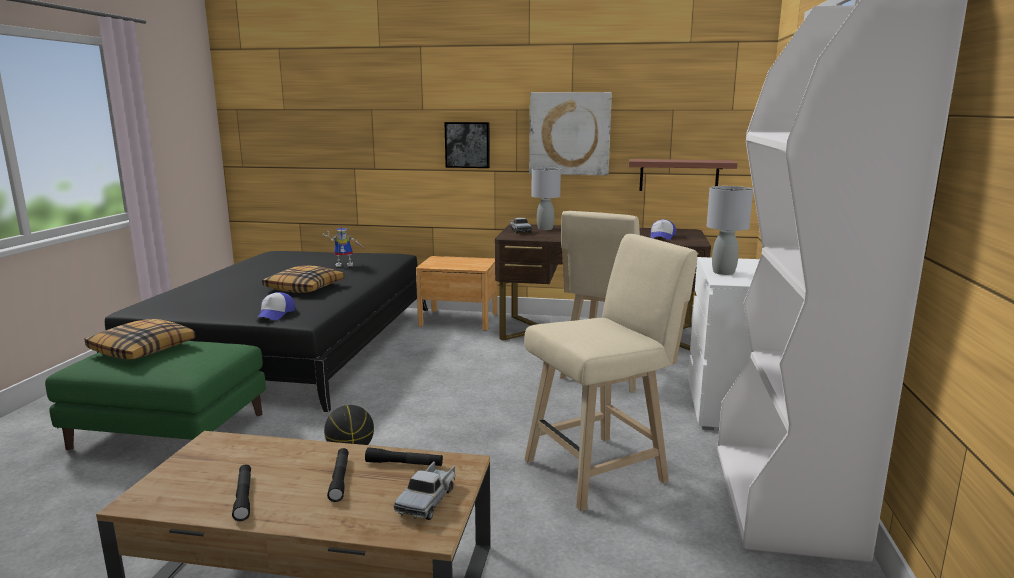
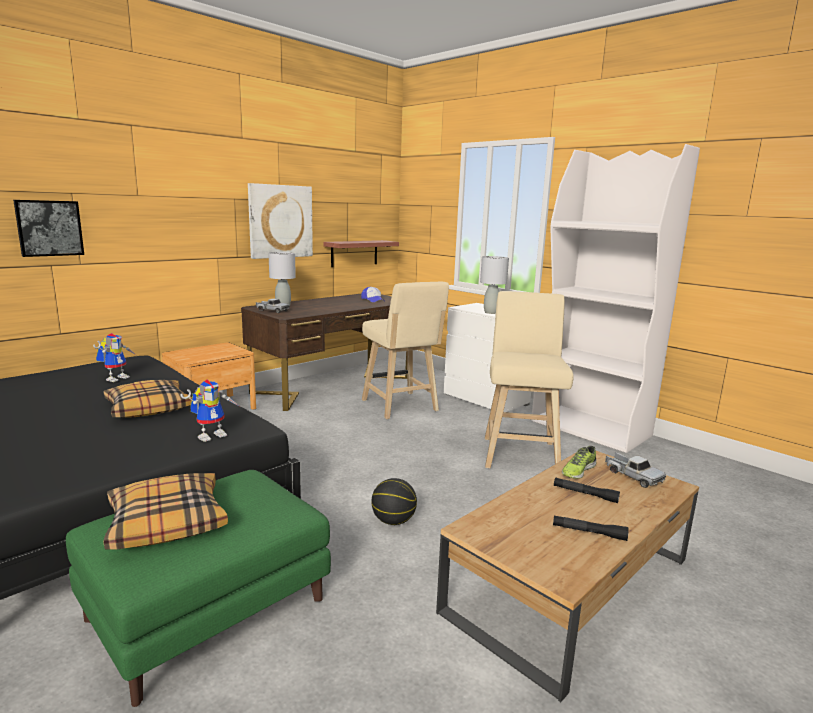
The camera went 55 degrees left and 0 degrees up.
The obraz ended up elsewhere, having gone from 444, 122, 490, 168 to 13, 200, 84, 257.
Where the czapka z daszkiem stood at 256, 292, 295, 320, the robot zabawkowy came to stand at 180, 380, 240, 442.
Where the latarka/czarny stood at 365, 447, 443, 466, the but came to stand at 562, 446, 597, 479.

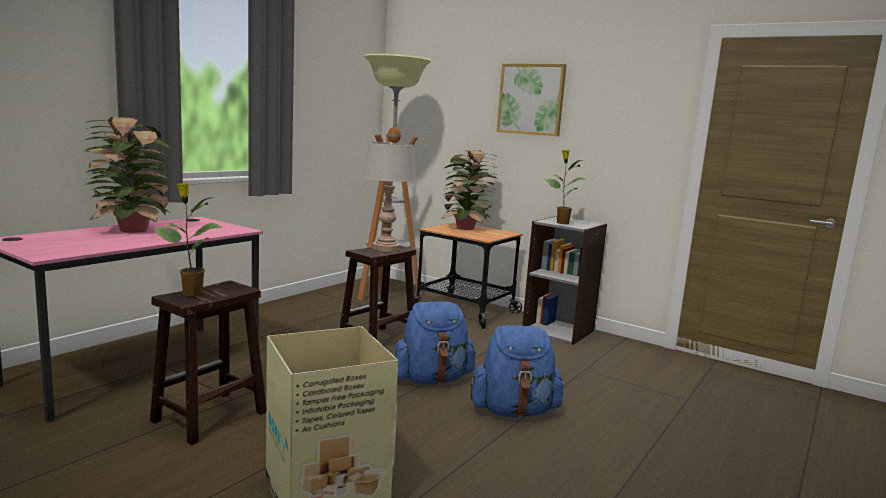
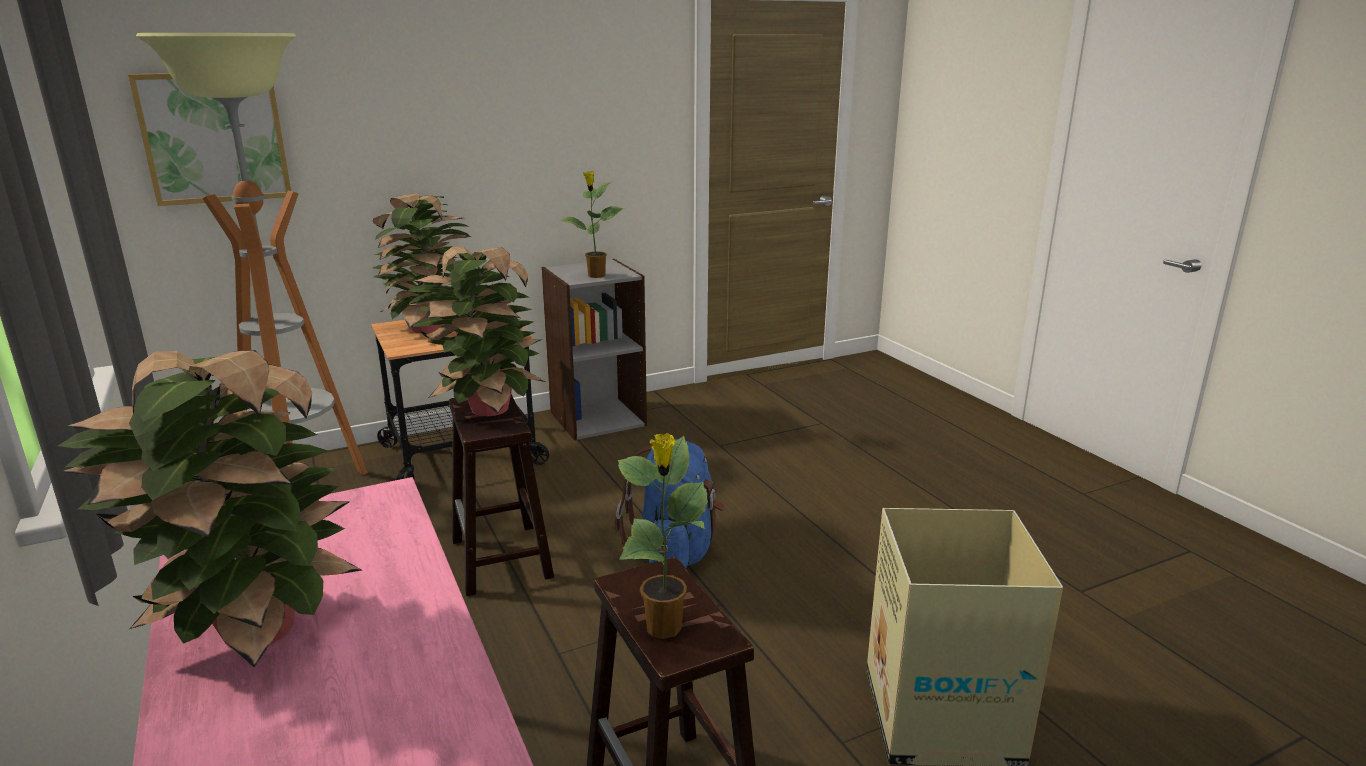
The camera went 60 degrees left and 10 degrees up.
The obraz ended up elsewhere, having gone from 497, 64, 566, 136 to 128, 73, 291, 206.
Where the lampa stołowa/szary stood at 362, 142, 416, 252, the roślina doniczkowa came to stand at 407, 247, 545, 416.
The second view lost the plecak/niebieski at 470, 325, 565, 417.

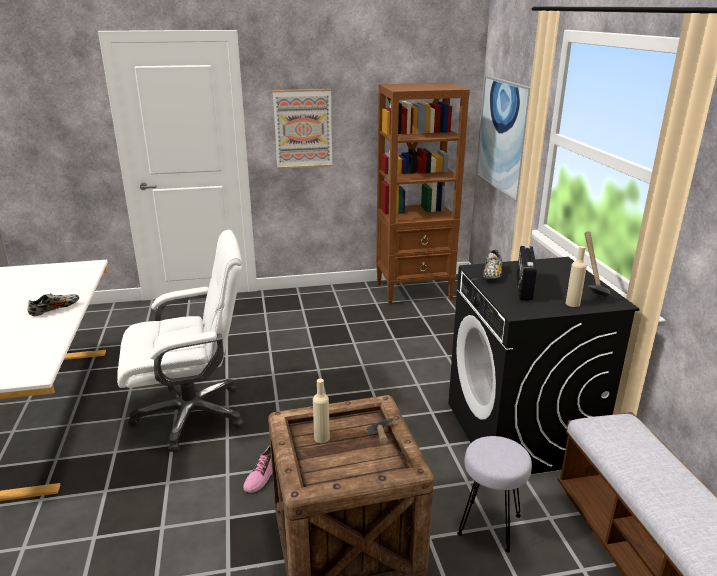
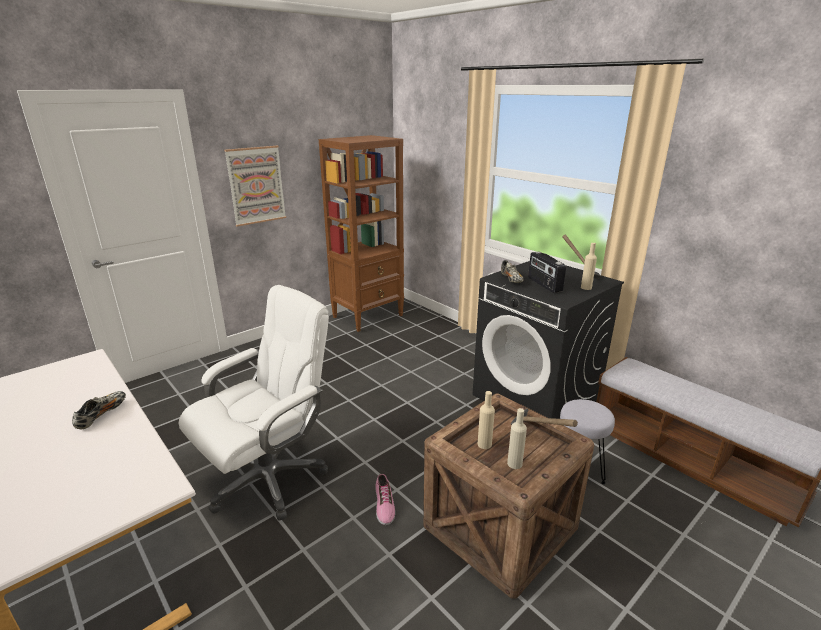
The camera went 30 degrees left and 0 degrees up.
The second view lost the obraz at 477, 76, 530, 202.
The second view gained the butelka/beżowy at 507, 408, 527, 469.

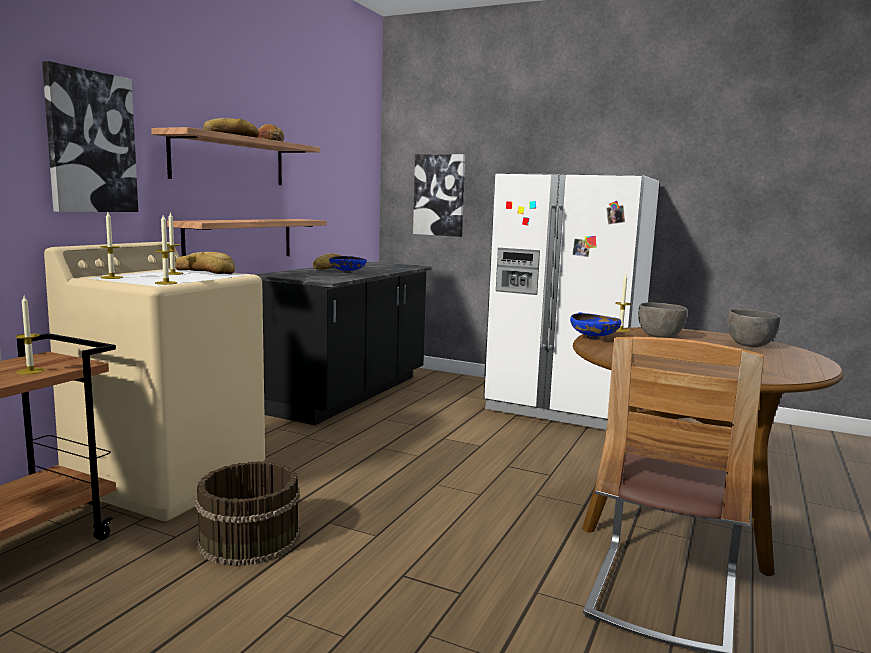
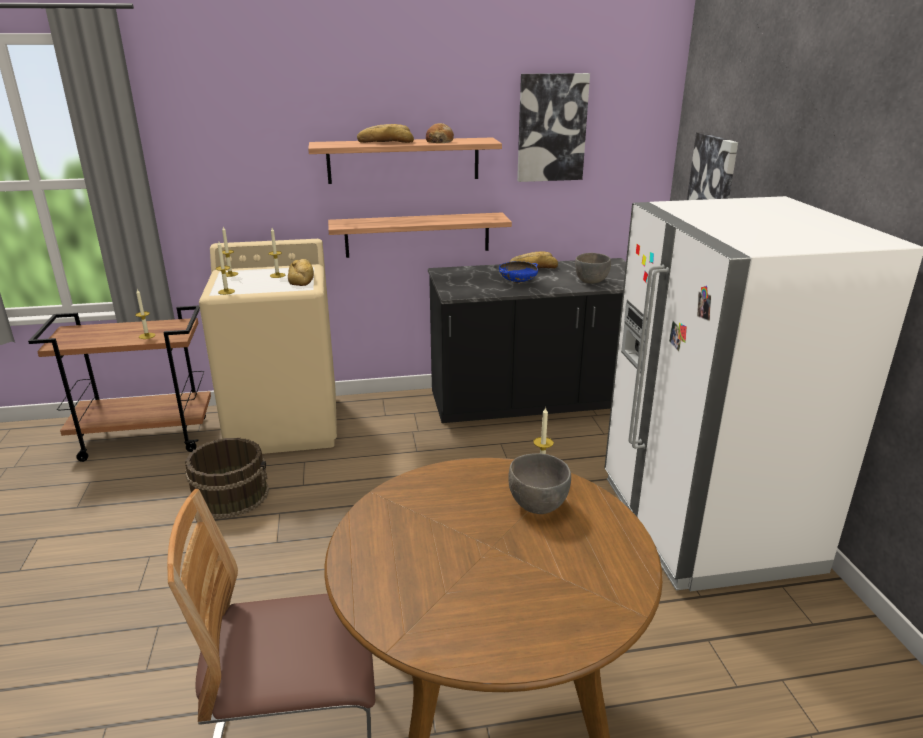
The camera went 55 degrees right and 15 degrees up.
The obraz ended up elsewhere, having gone from 42, 61, 138, 212 to 517, 73, 590, 182.
The miska/szary ended up elsewhere, having gone from 727, 309, 780, 347 to 575, 253, 611, 284.
The second view lost the miska/niebieski at 570, 312, 621, 340.

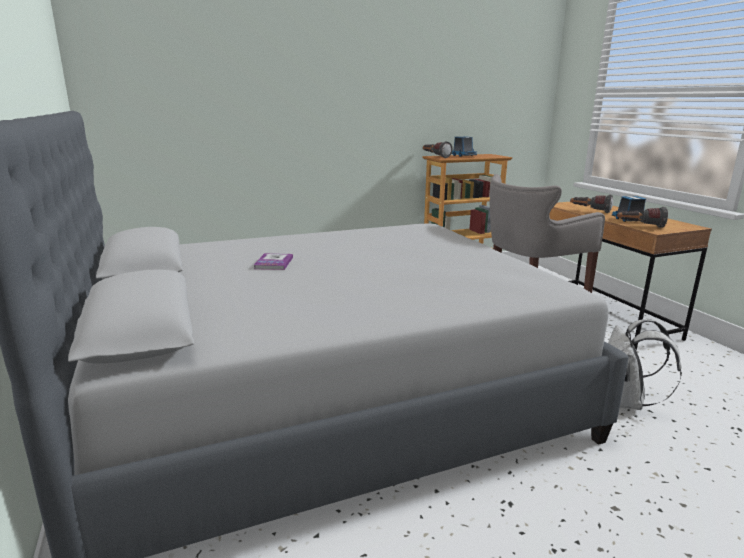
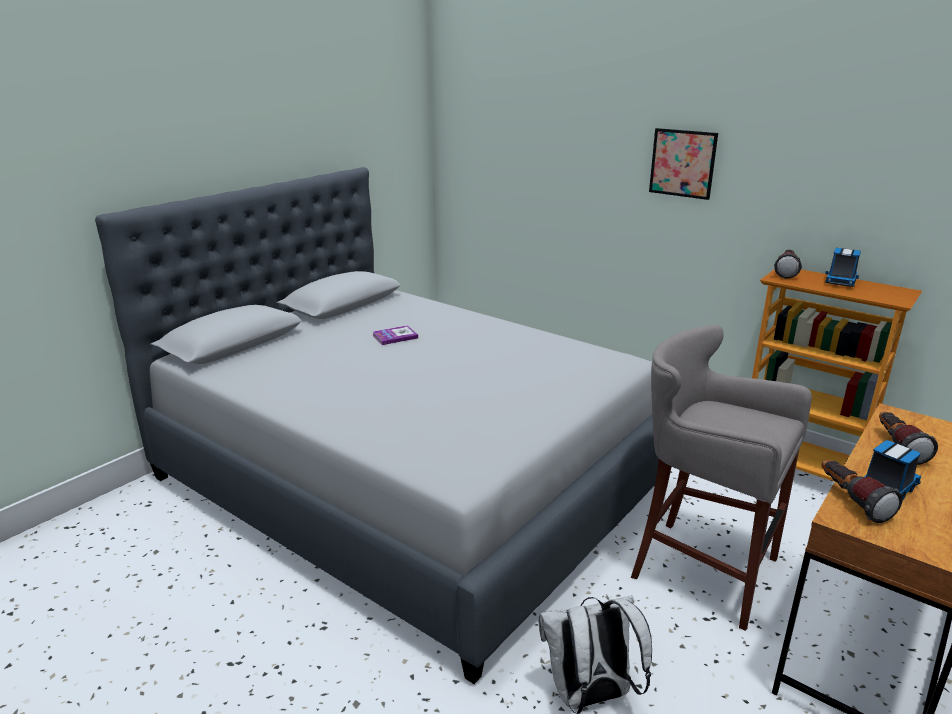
The camera went 60 degrees right and 5 degrees up.
The second view gained the obraz at 649, 128, 718, 200.

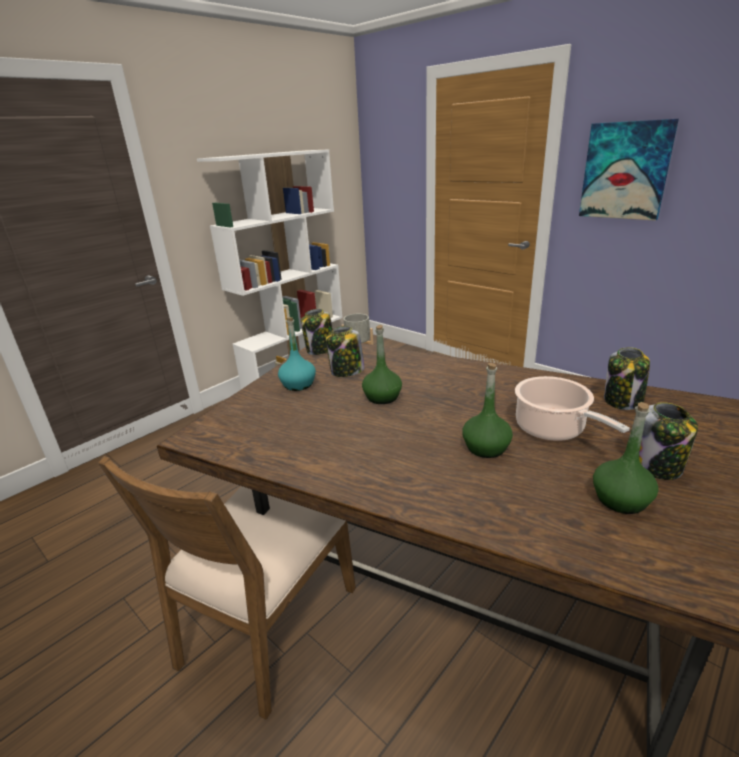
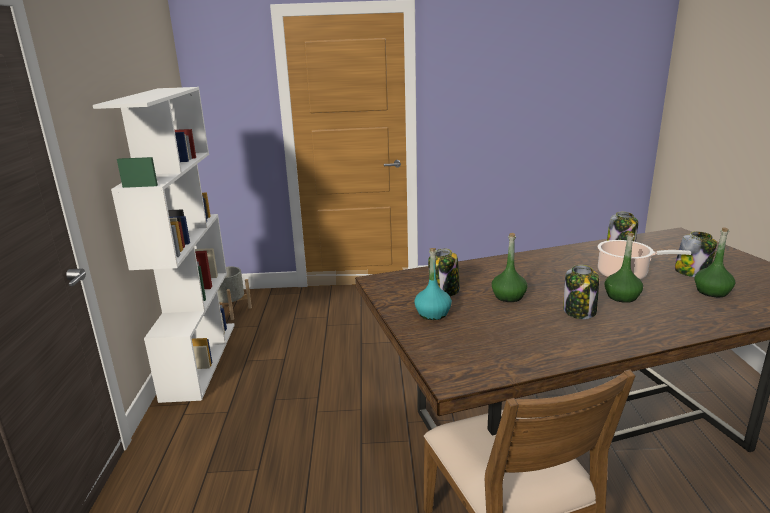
The camera went 45 degrees left and 5 degrees down.
The second view lost the obraz at 579, 119, 679, 221.
The słoik ended up elsewhere, having gone from 301, 309, 333, 355 to 563, 265, 599, 319.

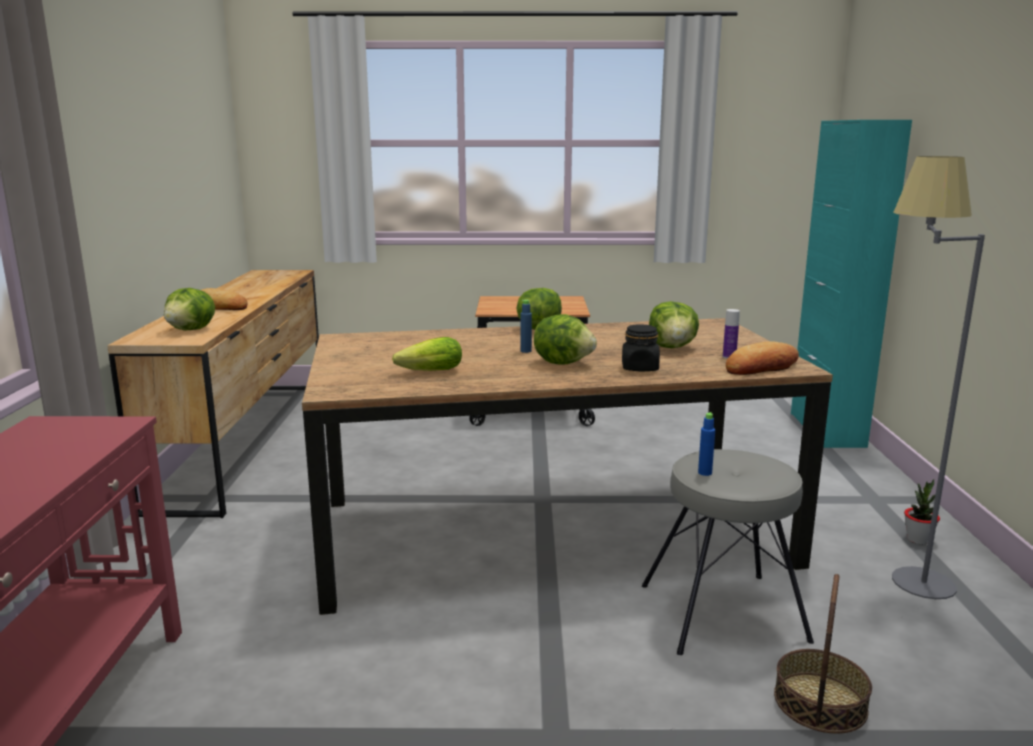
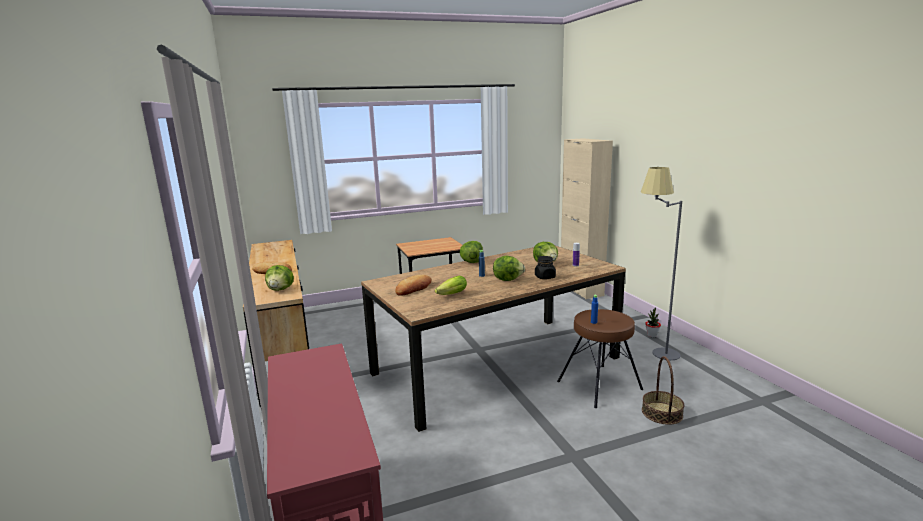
The camera went 20 degrees left and 0 degrees up.
What was the szafka/turkusowy at 791, 120, 912, 448 turned into the szafka/beżowy at 561, 138, 613, 299.
The chleb ended up elsewhere, having gone from 726, 341, 799, 375 to 395, 275, 431, 296.
What was the stołek/szary at 642, 449, 814, 655 turned into the stołek/brązowy at 557, 309, 643, 408.

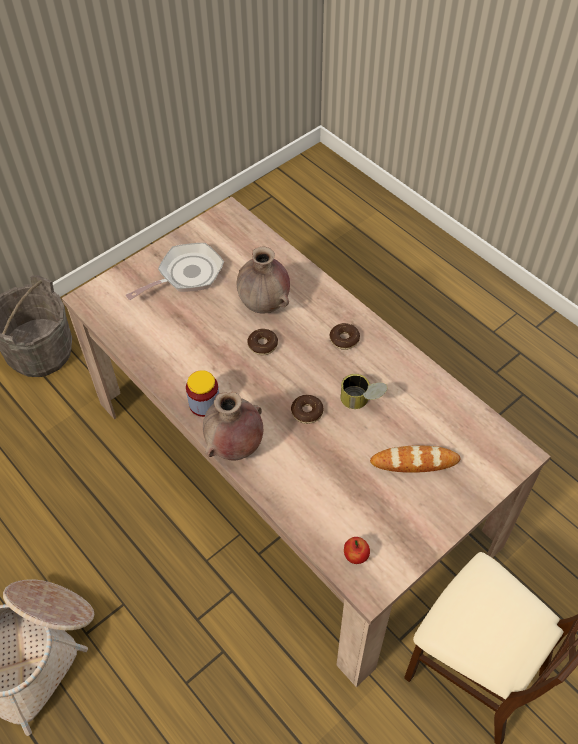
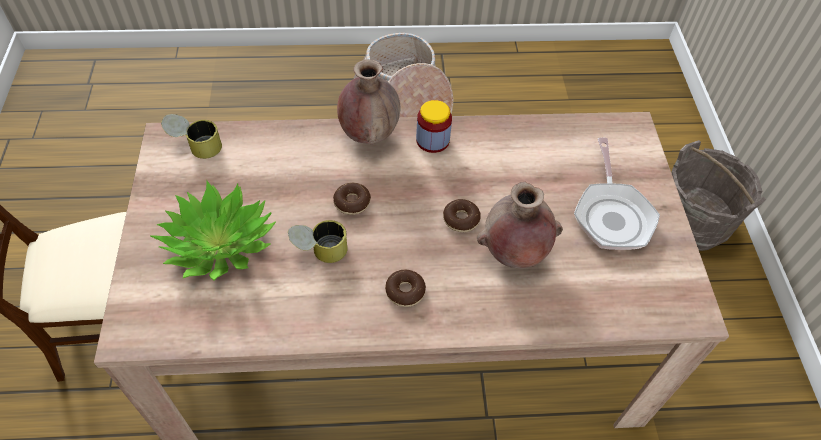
The camera went 125 degrees right and 0 degrees up.
Where the chleb stood at 370, 445, 461, 473, the roślina doniczkowa came to stand at 150, 181, 276, 281.
Where the jabłko stood at 344, 537, 370, 564, the puszka came to stand at 161, 114, 222, 159.

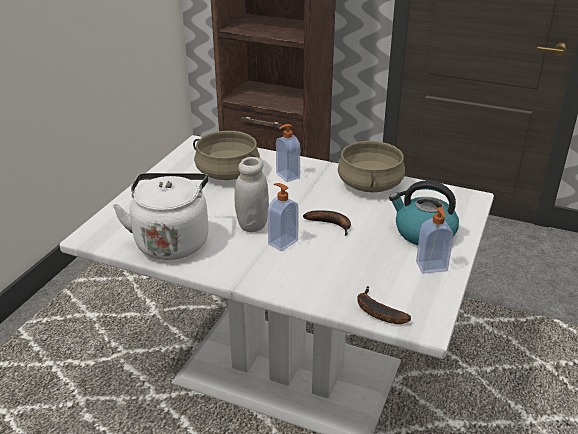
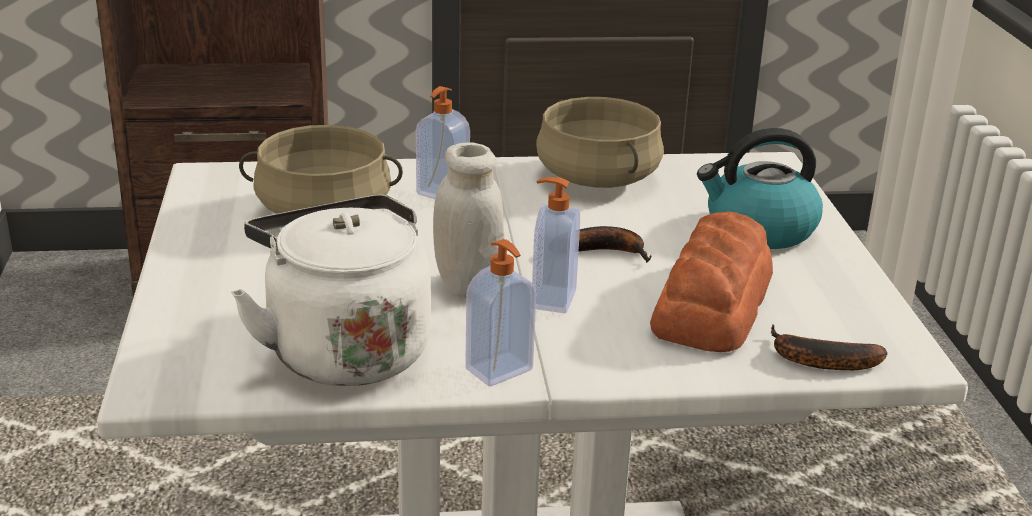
The camera went 30 degrees left and 5 degrees down.
The dozownik mydła ended up elsewhere, having gone from 416, 207, 453, 273 to 465, 239, 536, 386.
The second view gained the chleb at 650, 211, 773, 352.

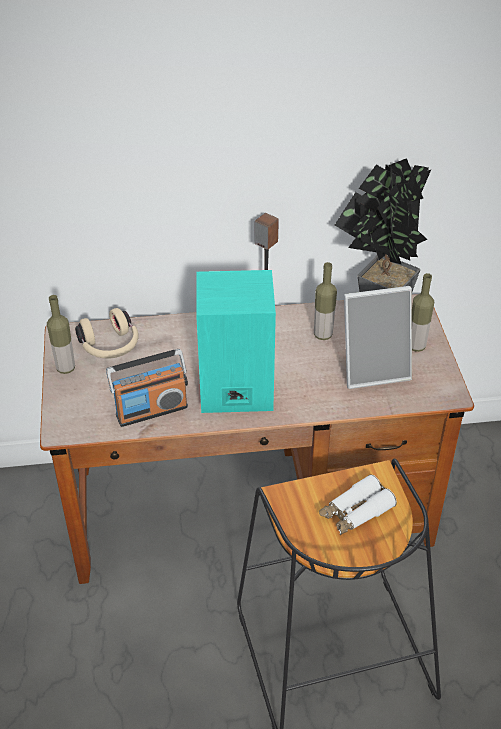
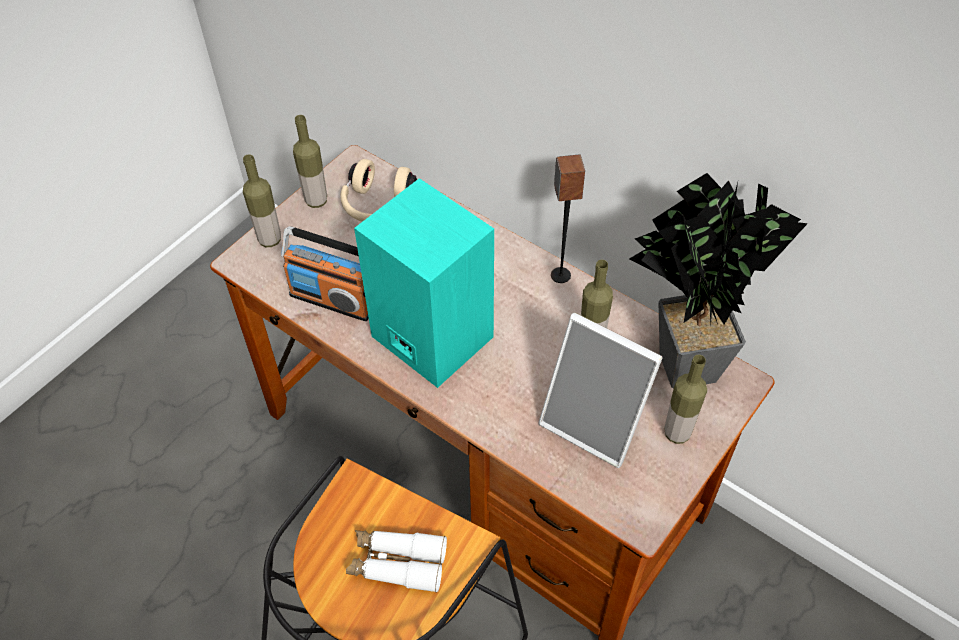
The camera went 45 degrees right and 10 degrees up.
The second view gained the butelka at 243, 154, 281, 247.

